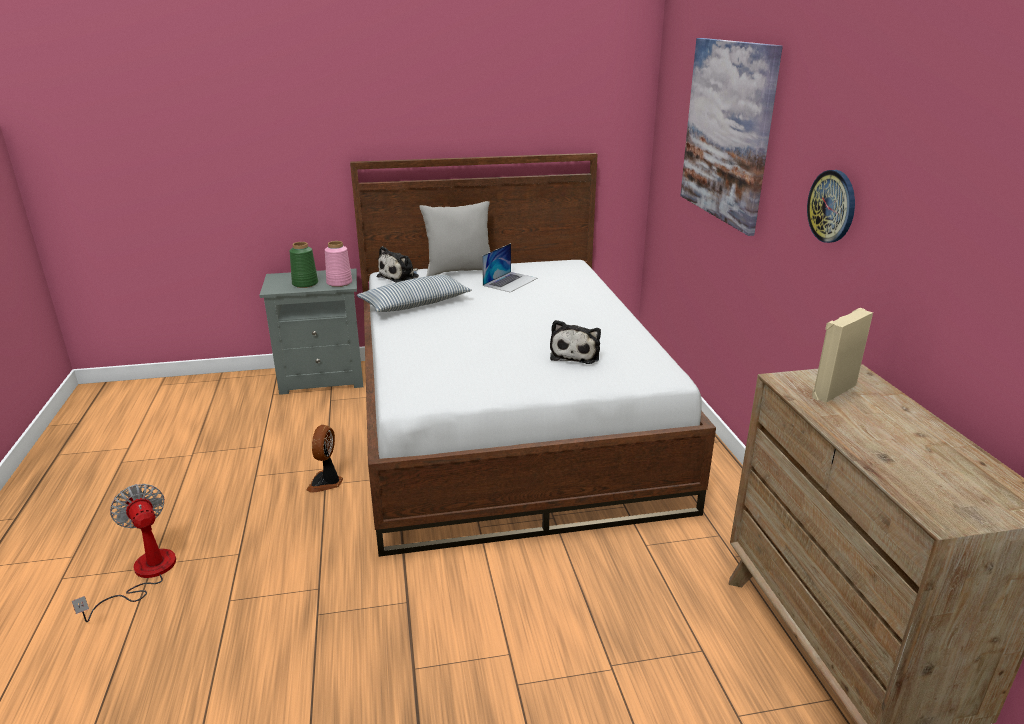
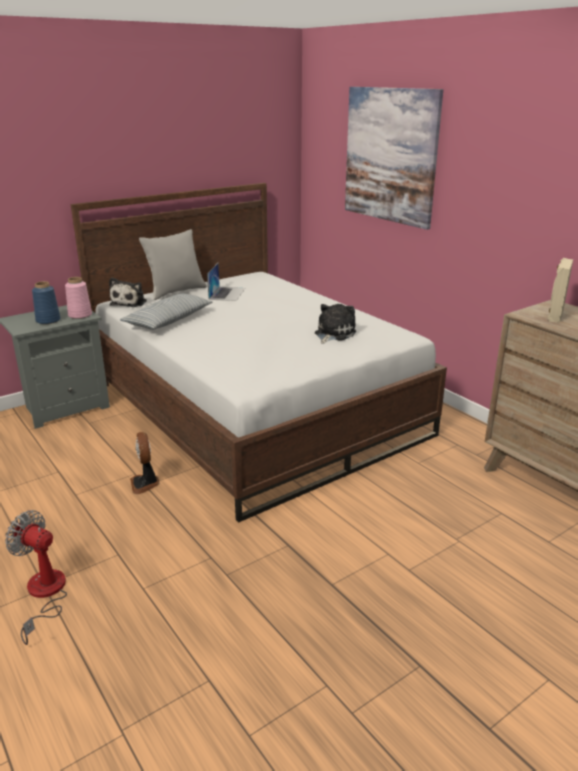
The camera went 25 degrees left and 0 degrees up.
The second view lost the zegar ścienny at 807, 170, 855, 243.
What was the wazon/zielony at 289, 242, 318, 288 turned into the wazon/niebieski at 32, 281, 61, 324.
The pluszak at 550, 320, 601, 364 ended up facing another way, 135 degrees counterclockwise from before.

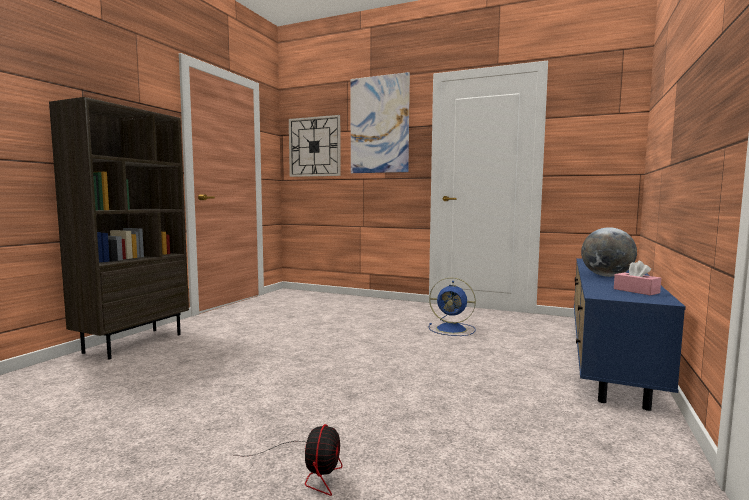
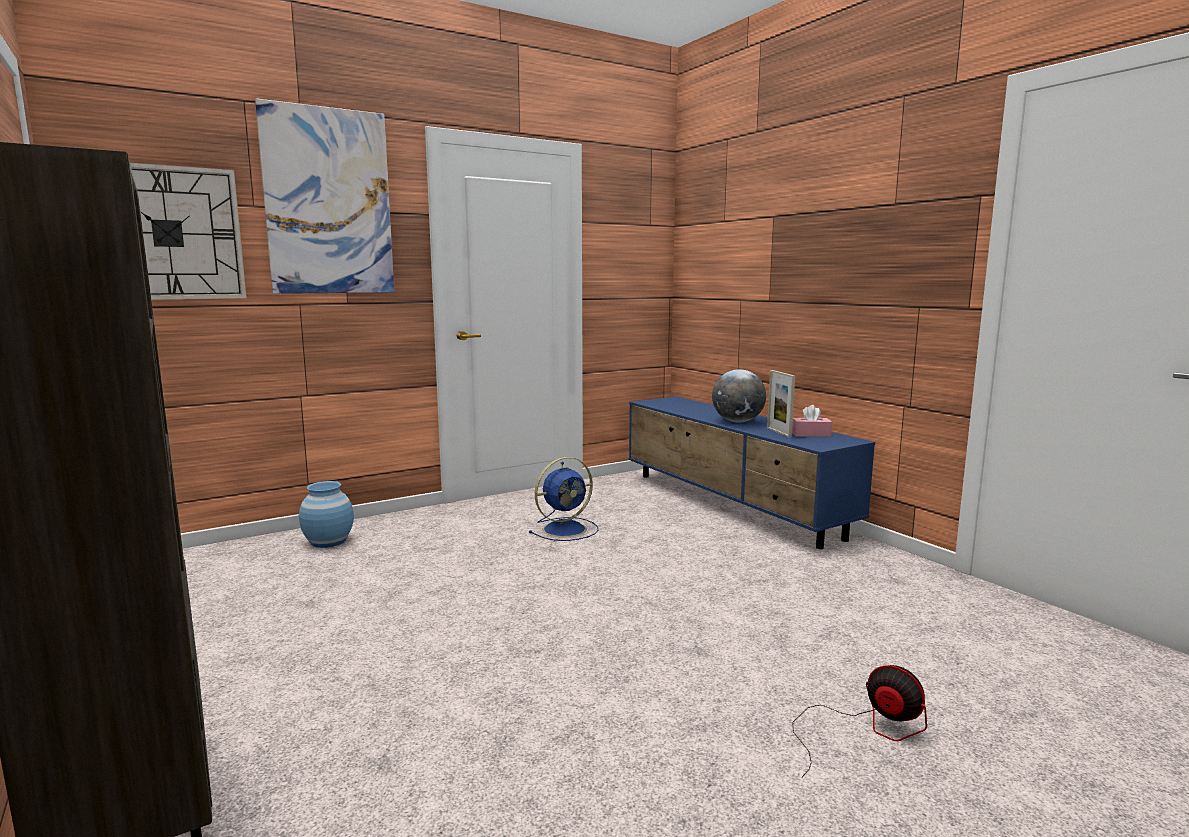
The camera went 55 degrees left and 5 degrees up.
The second view gained the ramka na zdjęcie at 767, 370, 795, 438.
The second view gained the wazon/niebieski at 299, 481, 354, 548.

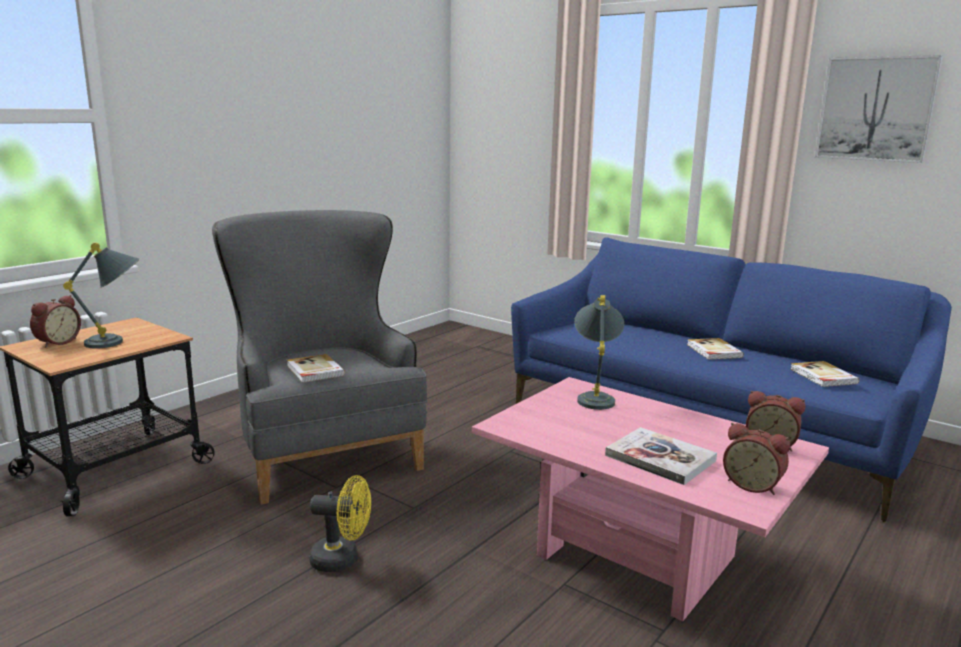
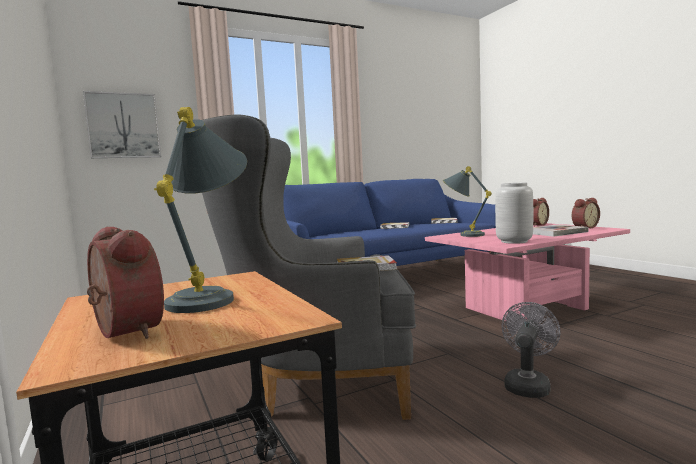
The camera went 65 degrees left and 10 degrees down.
The obraz ended up elsewhere, having gone from 815, 55, 943, 163 to 83, 91, 161, 158.
What was the wentylator/żółty at 309, 475, 371, 572 turned into the wentylator/szary at 501, 302, 561, 398.
The second view gained the wazon/szary at 495, 182, 533, 244.

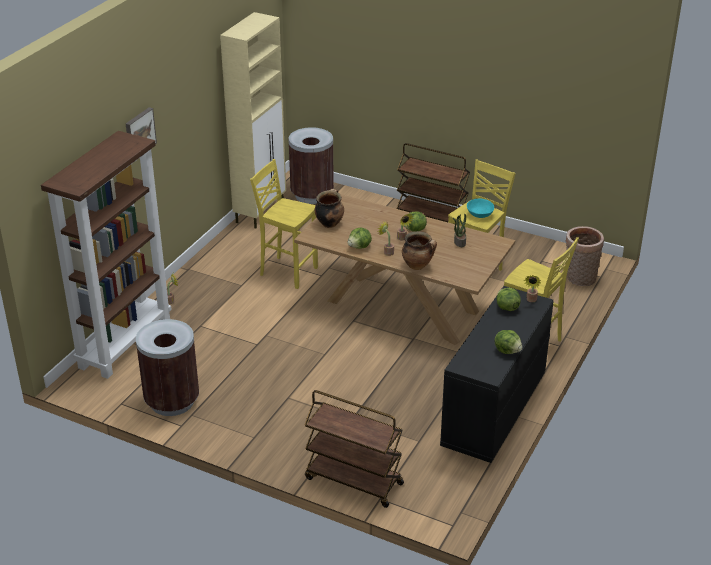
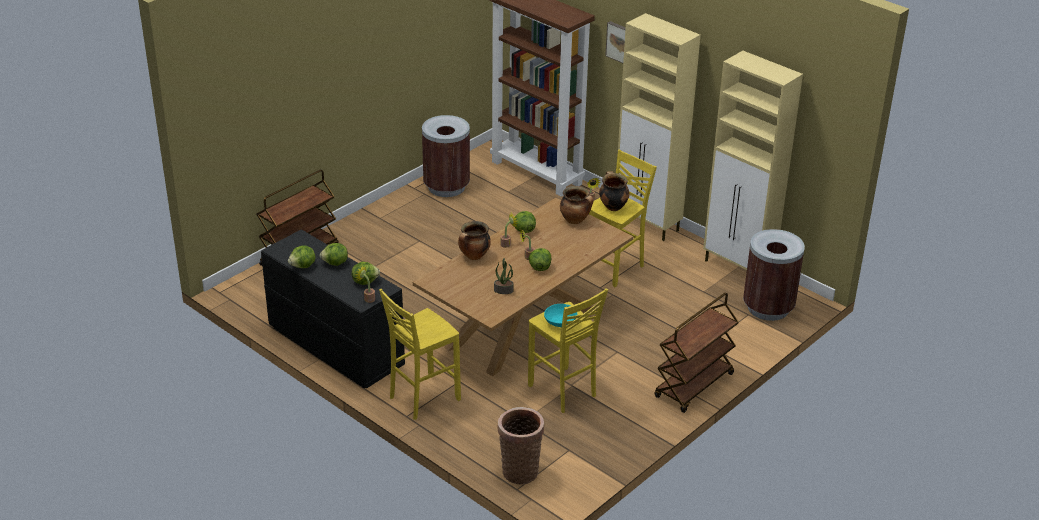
The camera went 105 degrees right and 0 degrees up.
The second view gained the szafka/beżowy at 618, 13, 701, 241.
The second view gained the garnek at 599, 172, 629, 211.
The second view gained the sałata at 320, 243, 348, 266.

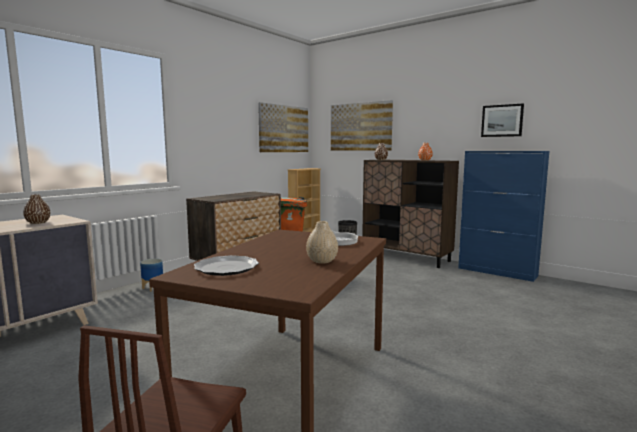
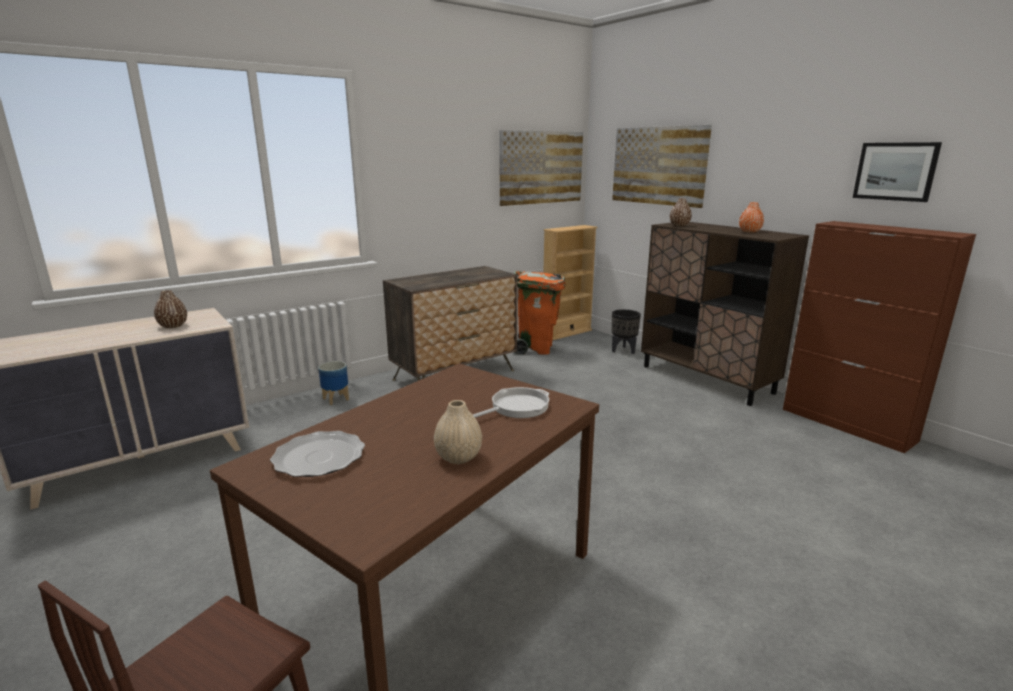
The camera went 15 degrees right and 10 degrees up.
What was the szafka/niebieski at 458, 151, 549, 282 turned into the szafka/brązowy at 783, 221, 976, 453.

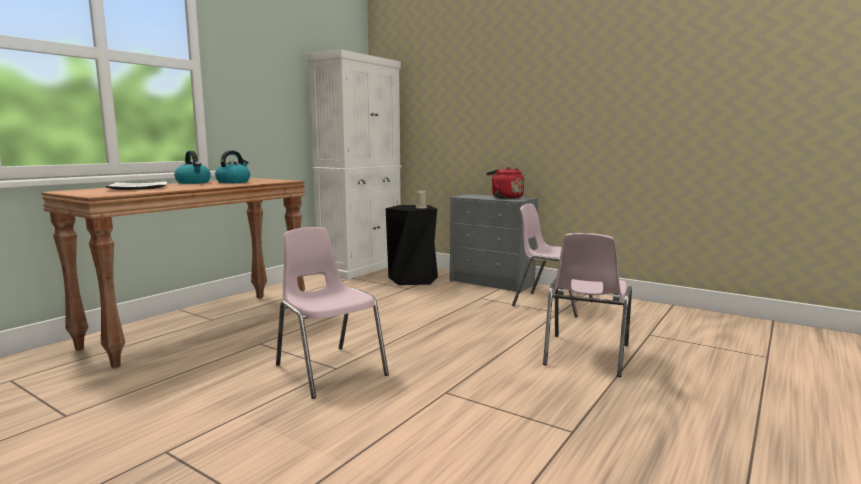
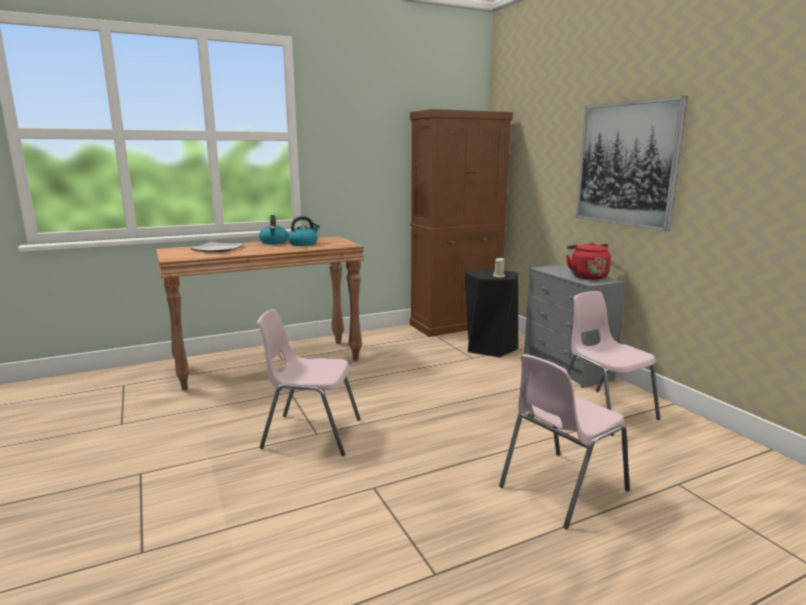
The camera went 30 degrees right and 5 degrees up.
What was the szafka/biały at 307, 50, 401, 280 turned into the szafka/brązowy at 410, 109, 513, 337.
The krzesło/różowy at 276, 227, 389, 399 ended up facing another way, 75 degrees counterclockwise from before.
The second view gained the obraz at 576, 96, 688, 231.

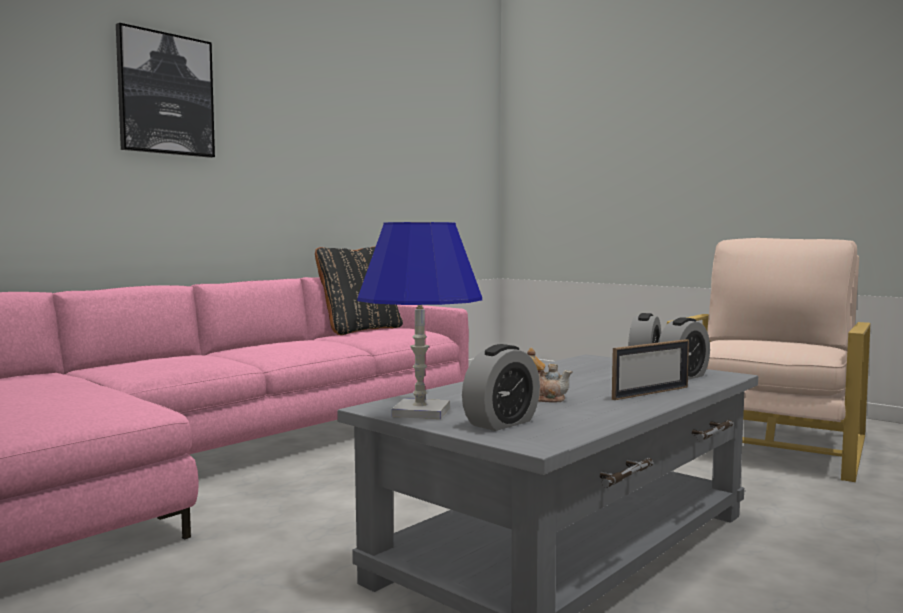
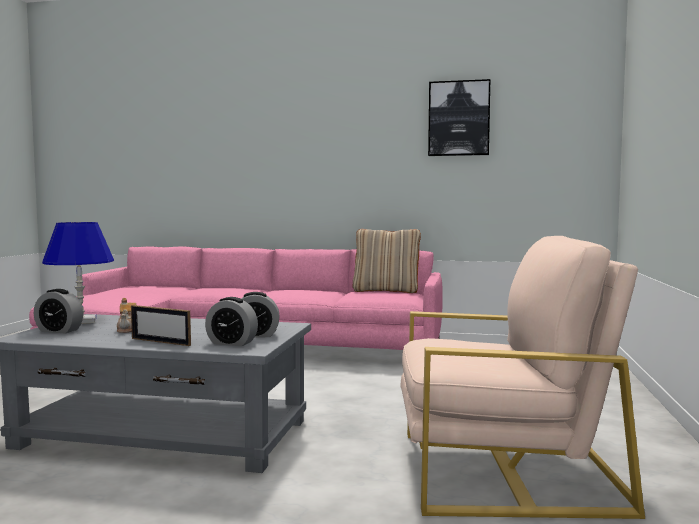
The camera went 60 degrees right and 0 degrees up.
The obraz ended up elsewhere, having gone from 116, 23, 215, 158 to 428, 79, 490, 156.
What was the poduszka/czarny at 315, 246, 403, 335 turned into the poduszka/beżowy at 352, 229, 421, 293.

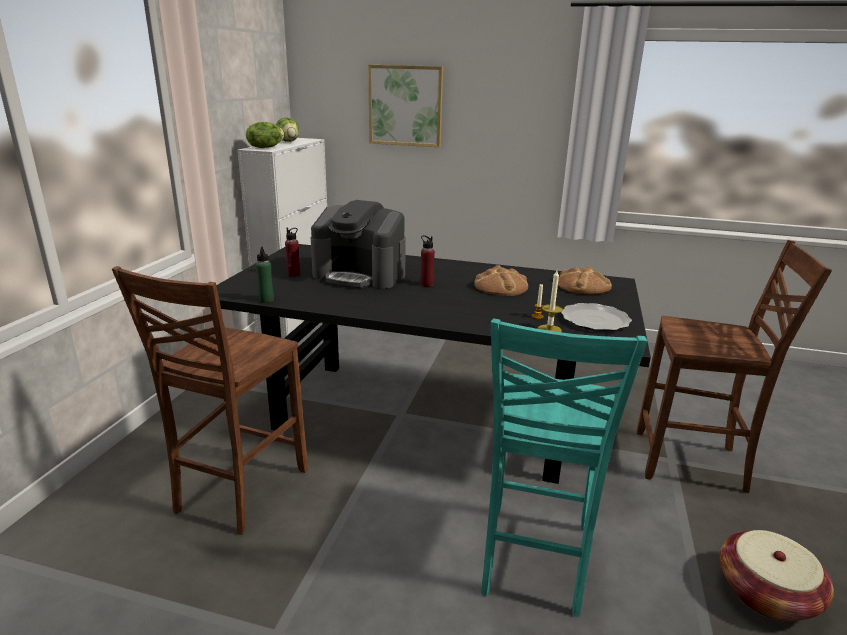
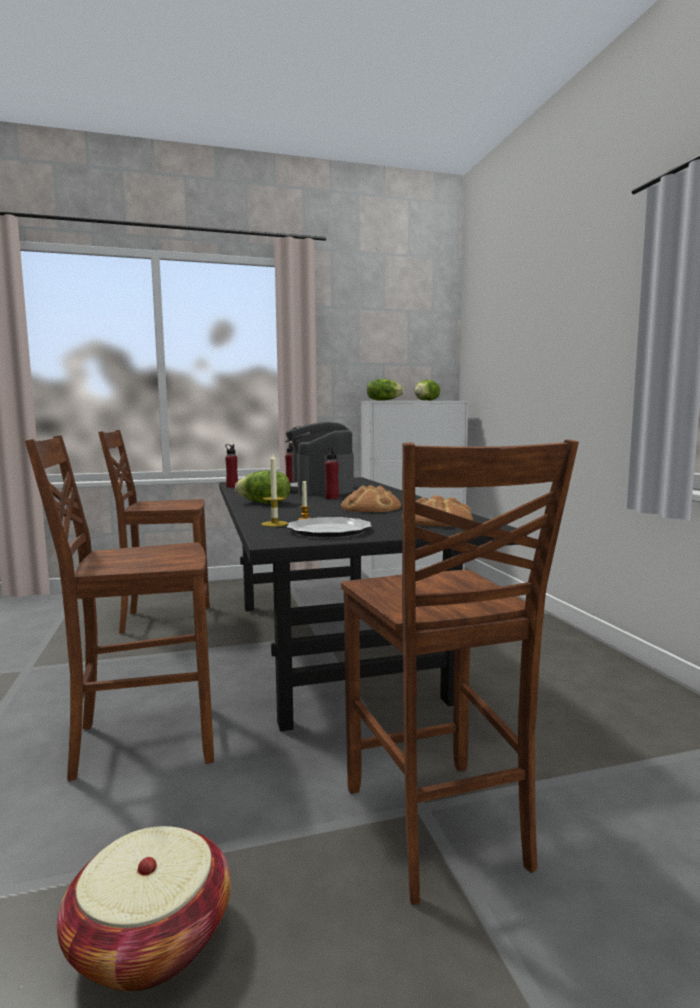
The camera went 60 degrees right and 15 degrees down.
The second view lost the obraz at 368, 65, 443, 147.
What was the butelka/zielony at 256, 247, 274, 303 turned into the butelka/czerwony at 225, 444, 238, 488.
What was the krzesło/turkusowy at 481, 319, 647, 616 turned into the krzesło/brązowy at 25, 435, 214, 782.
The second view gained the sałata at 235, 470, 291, 504.

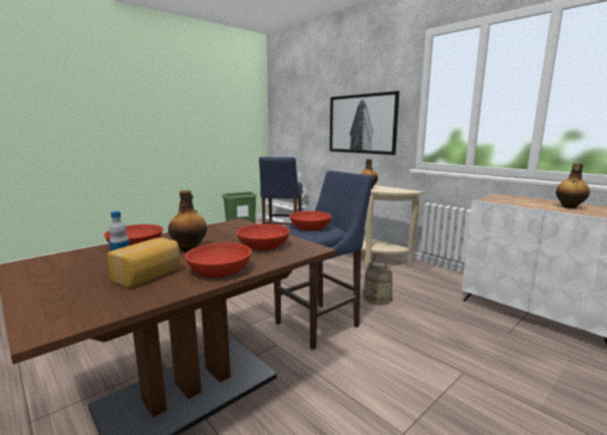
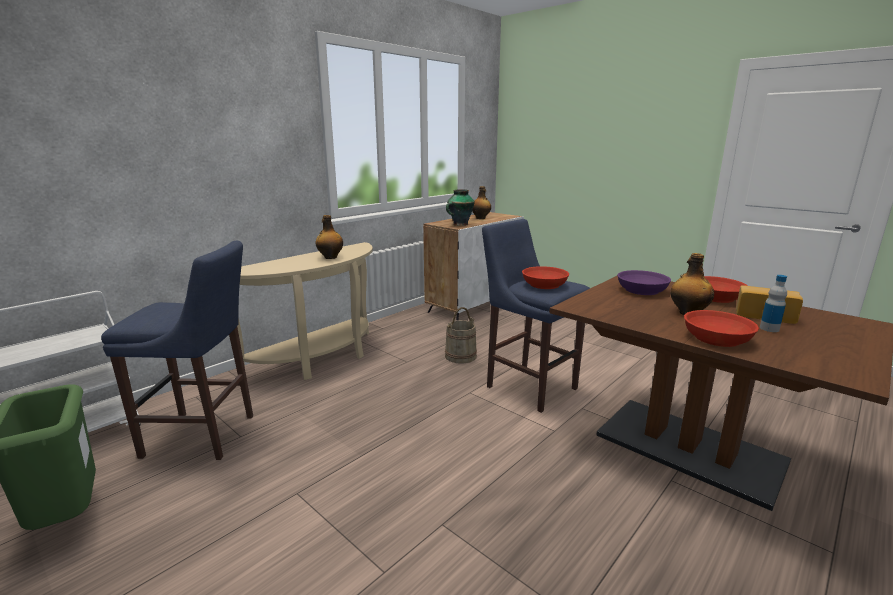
The camera went 95 degrees left and 5 degrees up.
The second view lost the obraz at 330, 91, 399, 155.
What was the miska/czerwony at 236, 224, 290, 251 turned into the miska/fioletowy at 617, 270, 671, 295.
The second view gained the wazon at 446, 189, 475, 226.

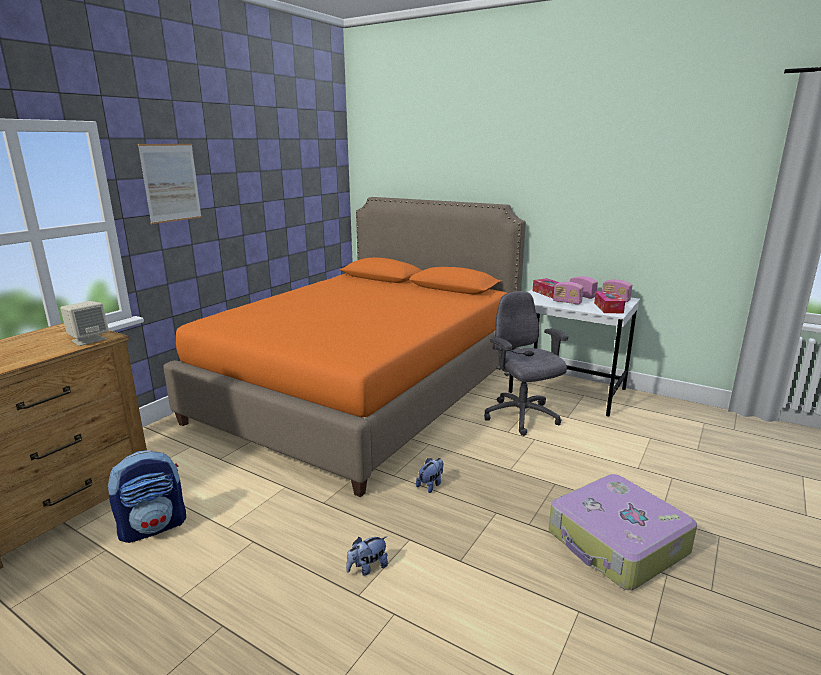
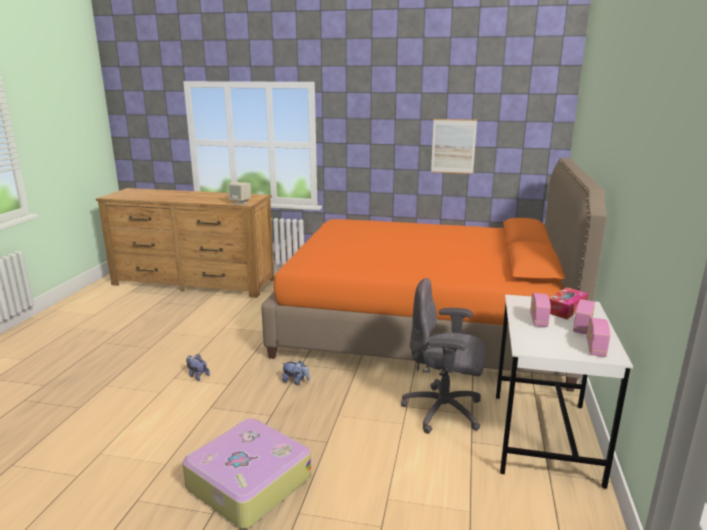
The camera went 70 degrees right and 0 degrees up.
The obraz ended up elsewhere, having gone from 138, 144, 202, 224 to 431, 119, 477, 174.
The krzesło biurowe/szary at 484, 291, 568, 436 ended up facing another way, 120 degrees counterclockwise from before.
The second view lost the pudełko chusteczek at 594, 291, 625, 313.
The second view lost the plecak at 108, 450, 186, 543.

